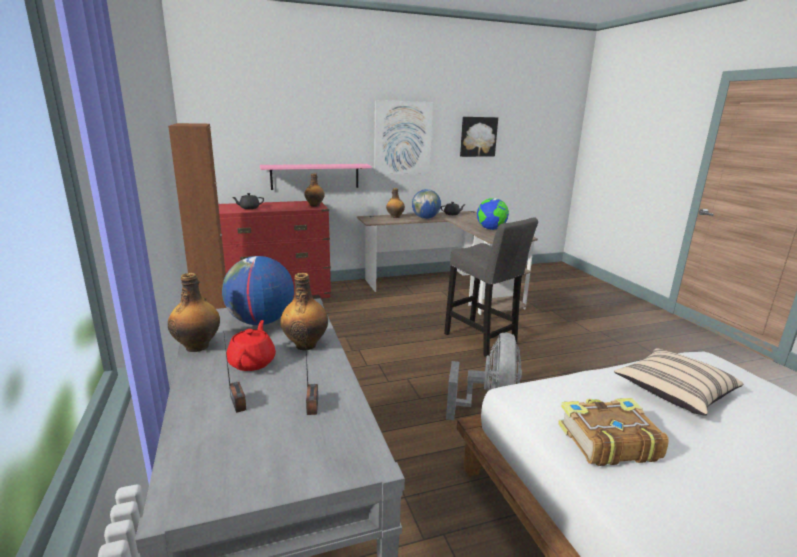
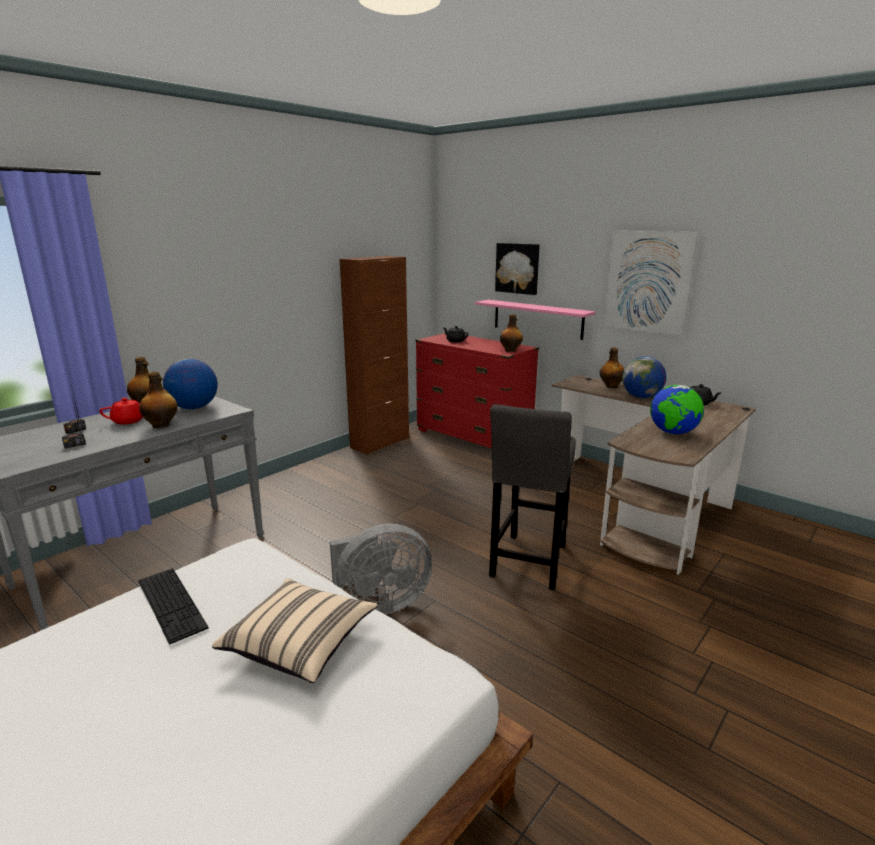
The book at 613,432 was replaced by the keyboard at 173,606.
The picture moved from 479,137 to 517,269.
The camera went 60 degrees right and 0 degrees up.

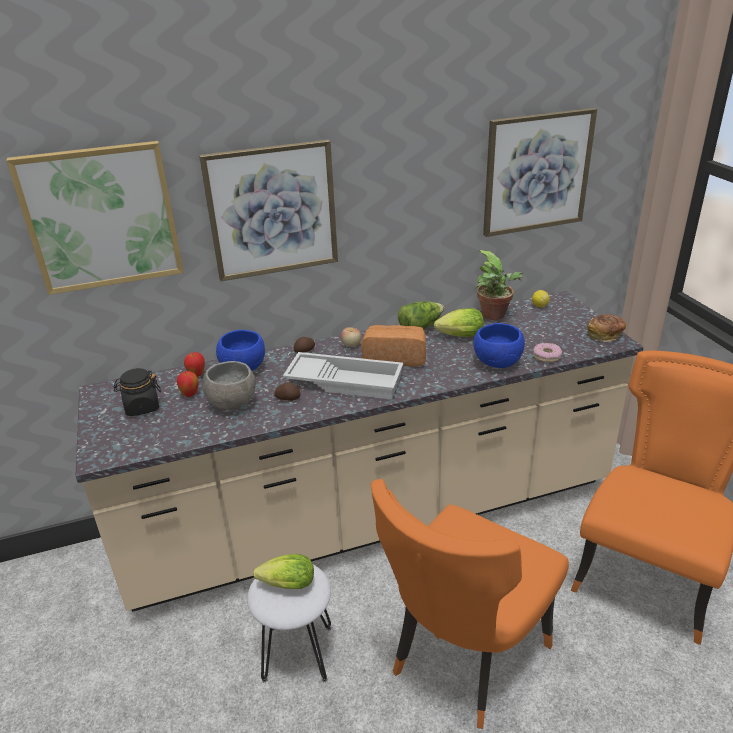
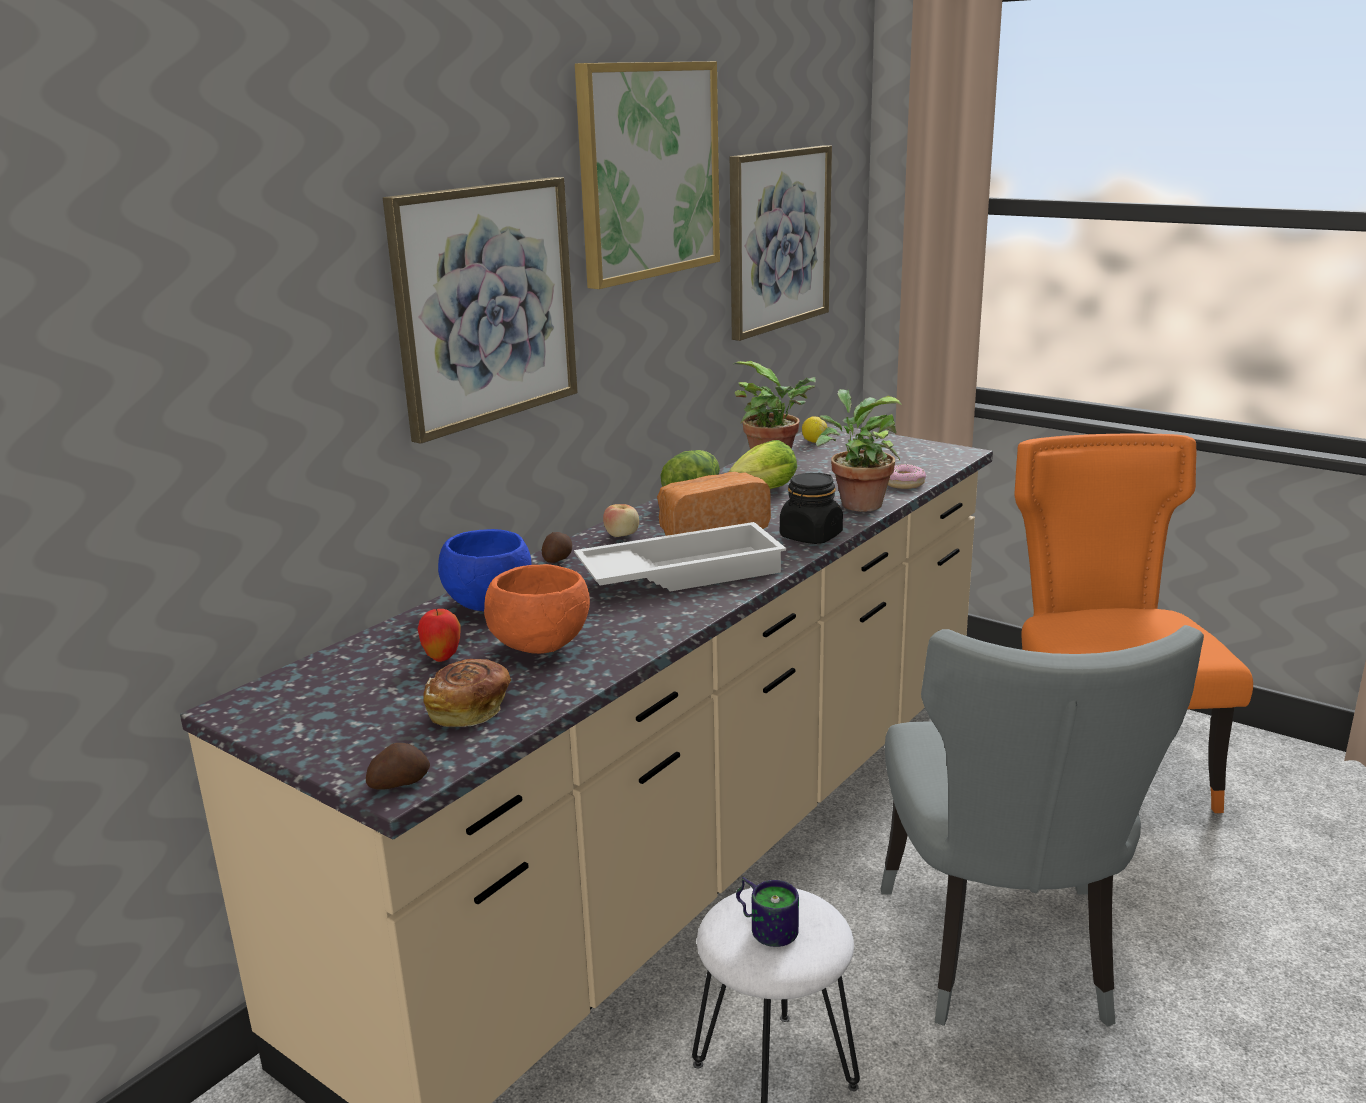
The potato moved from 287,391 to 398,766.
The bread moved from 606,328 to 467,693.
The grey bowl at 229,385 became the orange bowl at 537,609.
The picture moved from 95,218 to 647,175.
The lettuce at 283,571 was replaced by the mug at 767,912.
The black jar moved from 137,392 to 811,508.
The blue bowl at 499,345 was replaced by the potted plant at 859,450.
The orange chair at 470,604 became the grey chair at 1042,826.
The apple at 194,364 disappeared.
The camera went 35 degrees left and 10 degrees down.

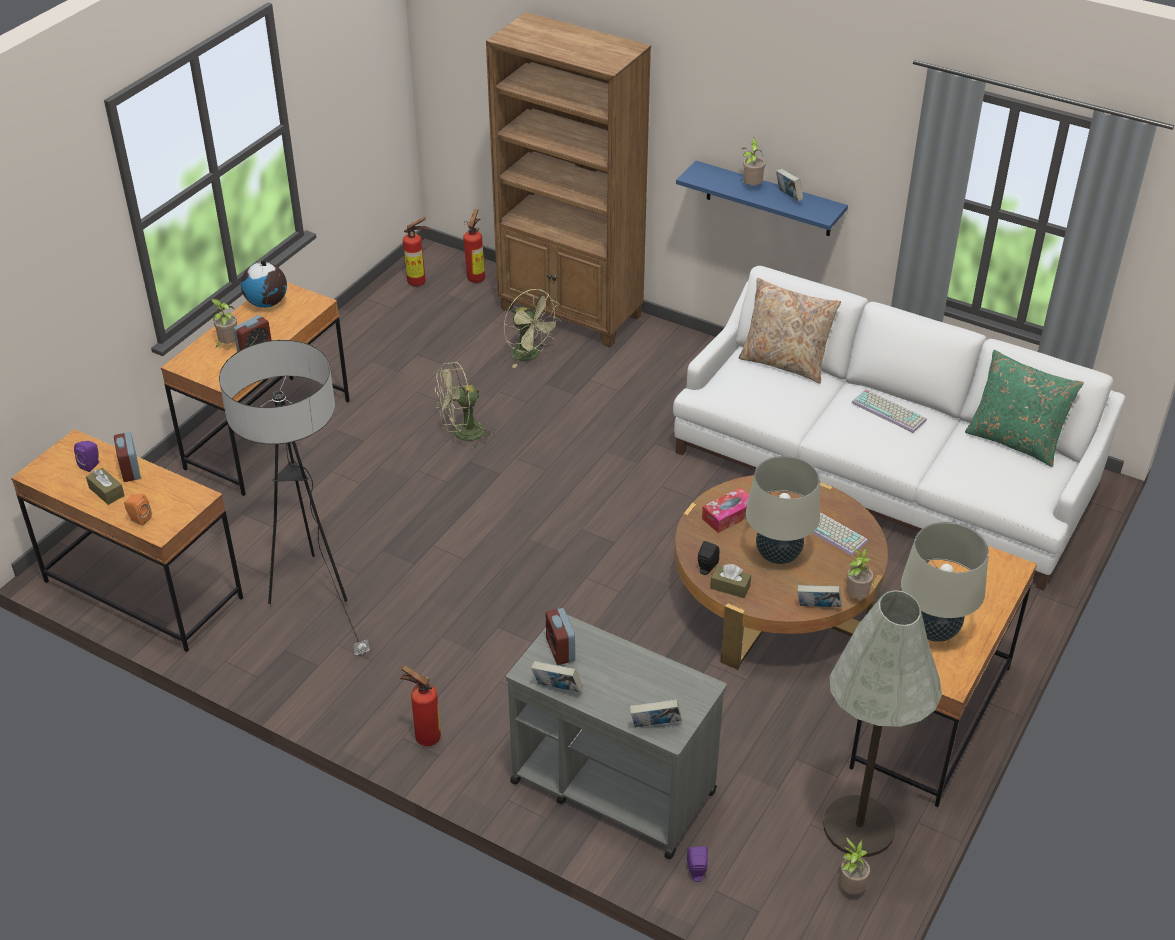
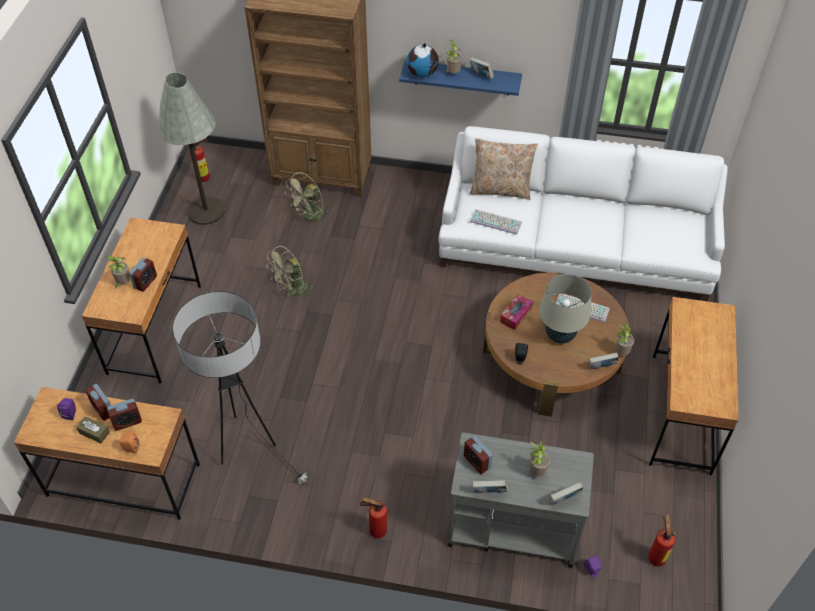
The alarm clock at 124,415 appeared.
The grey floor lamp moved from 882,723 to 191,148.
The green fan at 532,328 turned 105 degrees clockwise.
The globe moved from 264,284 to 423,60.
The keyboard moved from 889,411 to 496,222.
The potted plant moved from 855,865 to 538,458.
The fire extinguisher moved from 474,246 to 661,540.
The brown tissue box at 730,581 disappeared.
The beige table lamp at 945,582 disappeared.
The green pillow at 1024,408 disappeared.
The camera went 20 degrees left and 10 degrees up.

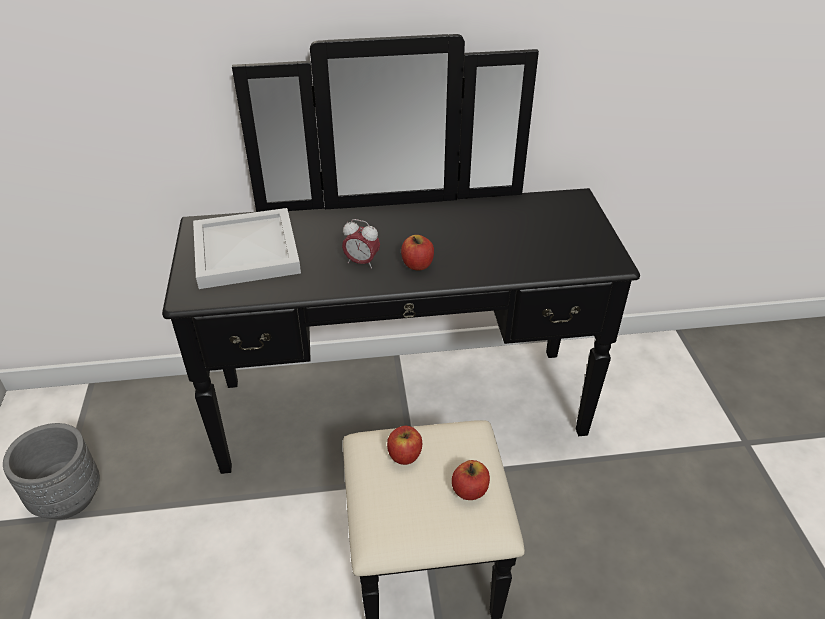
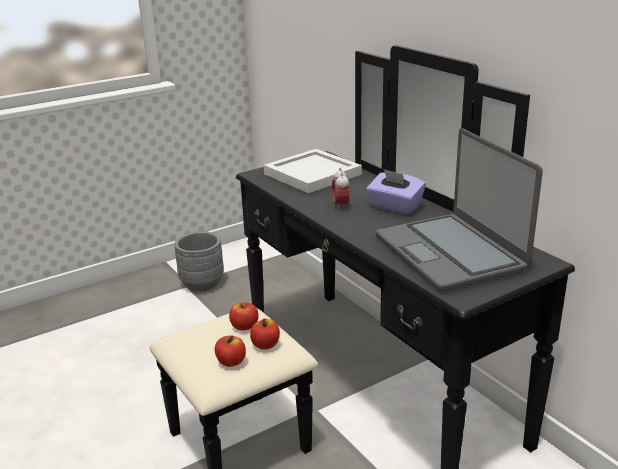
The apple moved from 417,253 to 265,333.
The purple tissue box at 396,192 appeared.
The laptop at 459,210 appeared.
The camera went 65 degrees right and 15 degrees down.

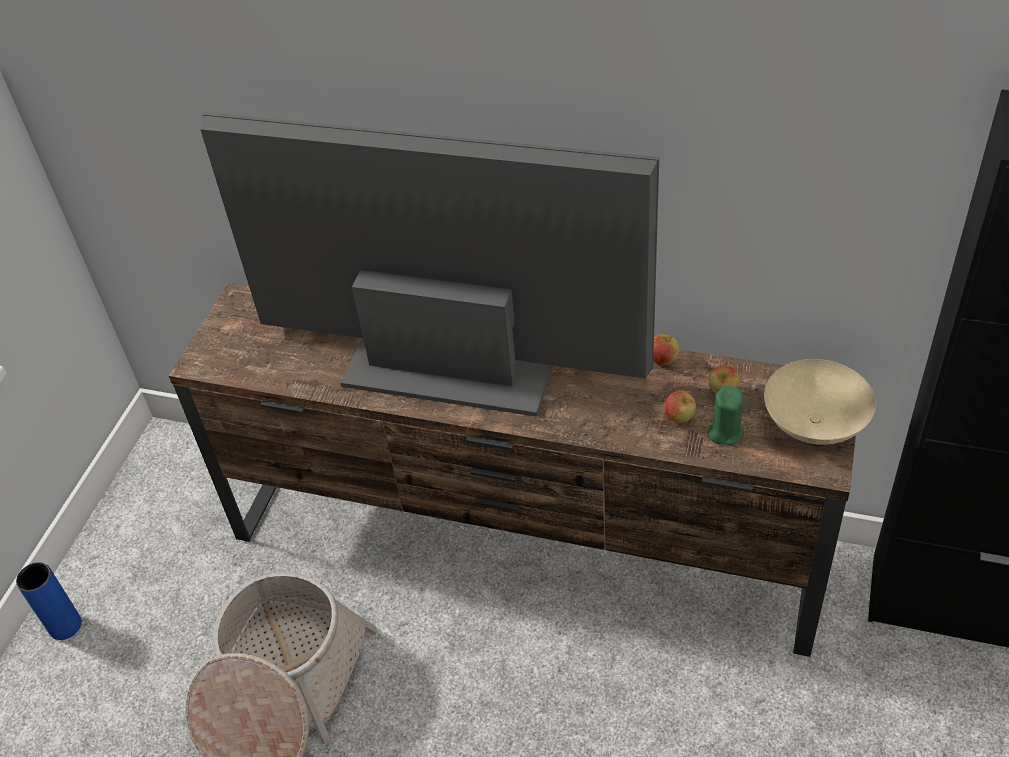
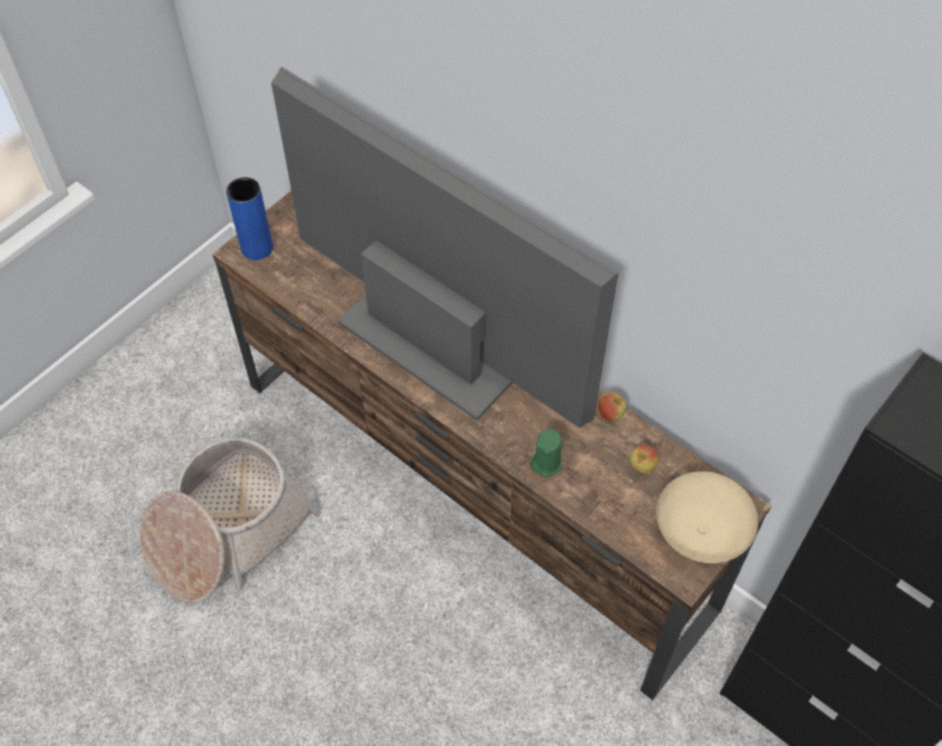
The blue vase moved from 49,601 to 249,218.
The green candle moved from 726,416 to 546,453.
The apple at 680,407 disappeared.
The camera went 20 degrees right and 10 degrees up.

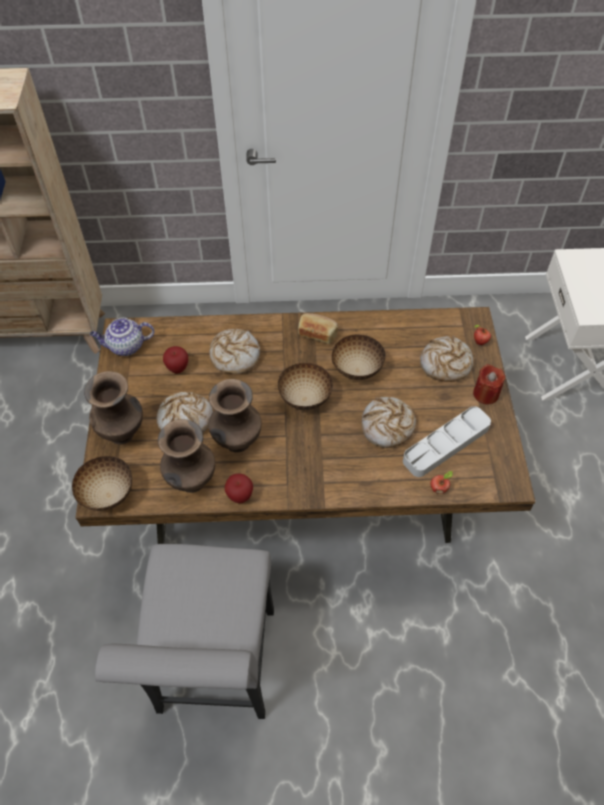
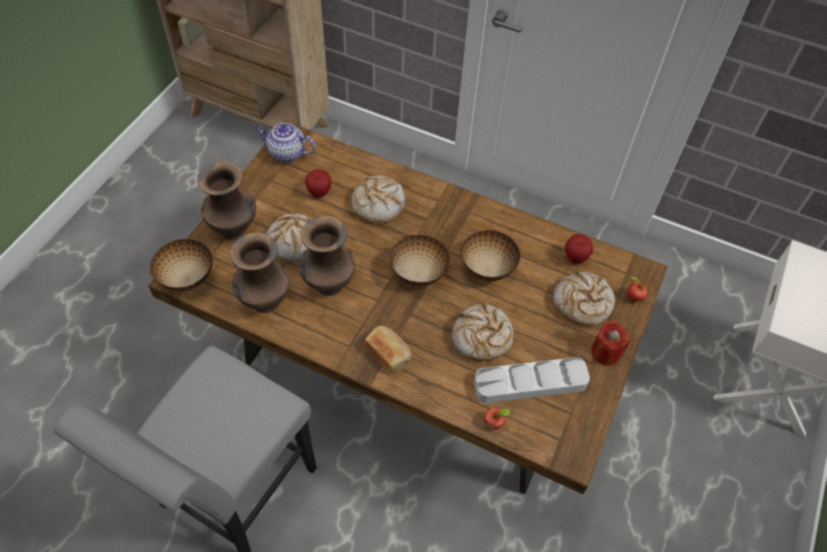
The bread moved from 318,328 to 388,350.
The apple moved from 238,488 to 579,249.
The camera went 25 degrees right and 0 degrees up.

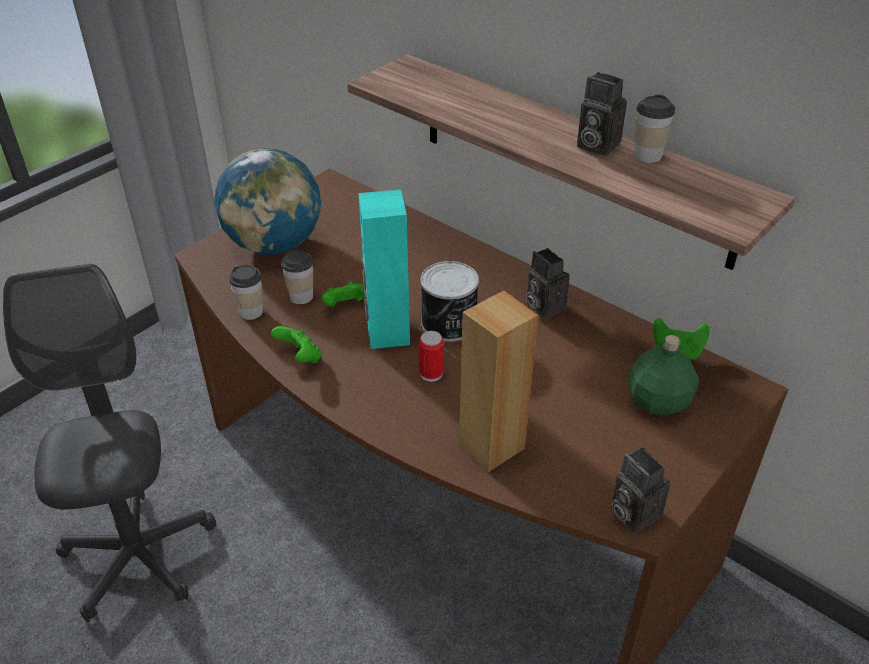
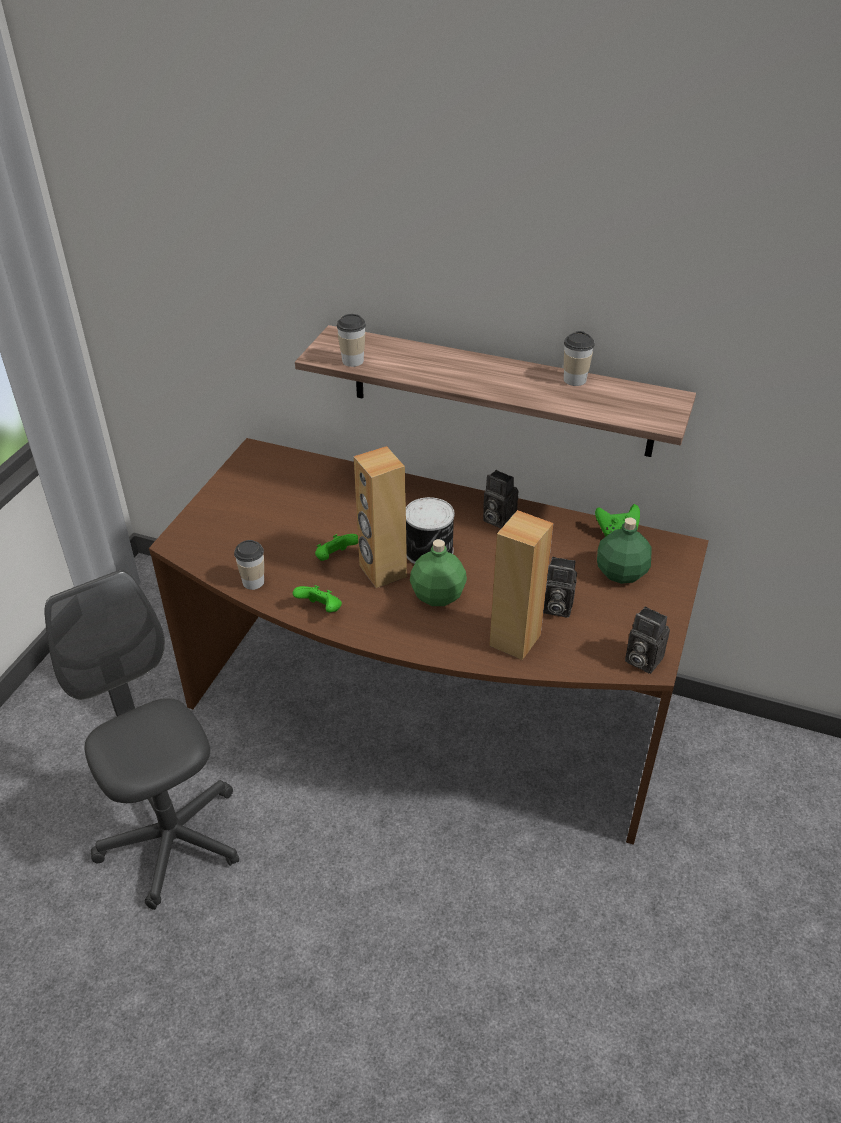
The cup moved from 297,277 to 351,340.
The turquoise speaker at 384,269 became the brown speaker at 380,517.
The can at 431,356 was replaced by the green bottle at 438,572.
The photo camera moved from 602,114 to 560,587.
The globe at 267,201 disappeared.
The camera went 20 degrees left and 0 degrees up.

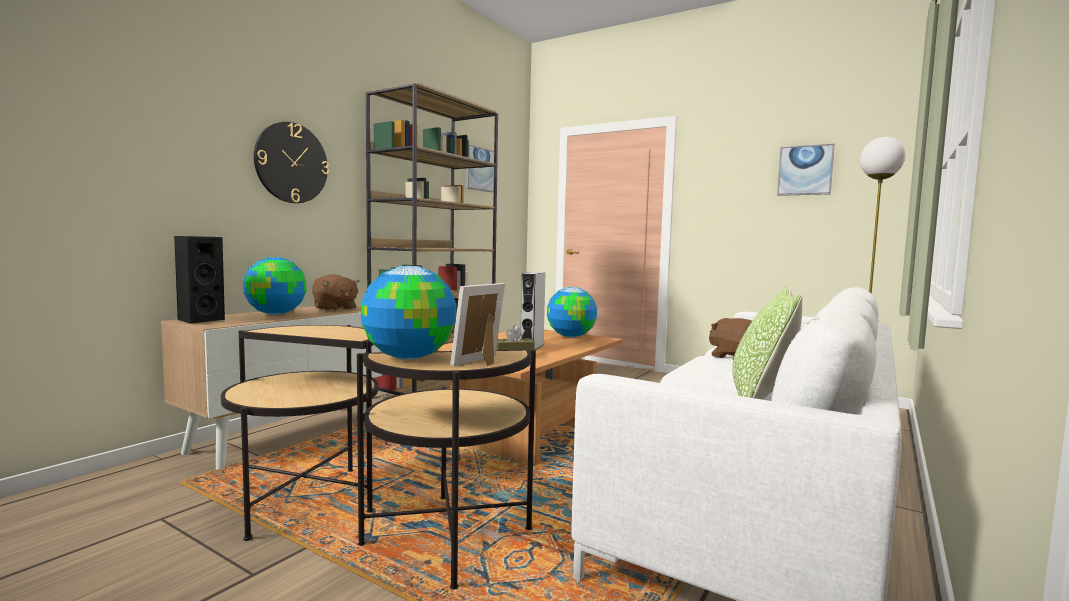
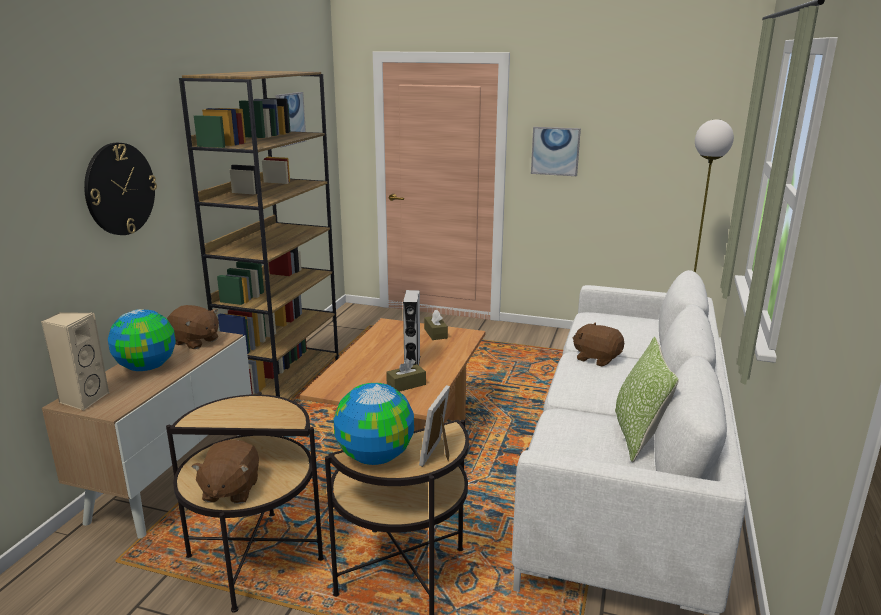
The black speaker at 199,280 became the beige speaker at 75,361.
The brown plush toy at 225,471 appeared.
The globe at 572,312 was replaced by the brown tissue box at 436,325.
The picture moved from 806,169 to 556,151.
The camera went 15 degrees left and 15 degrees up.

